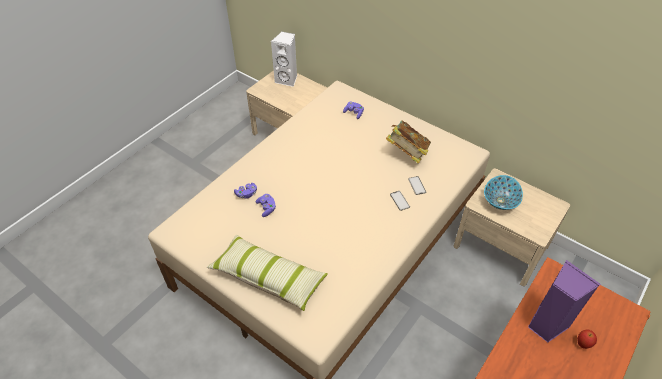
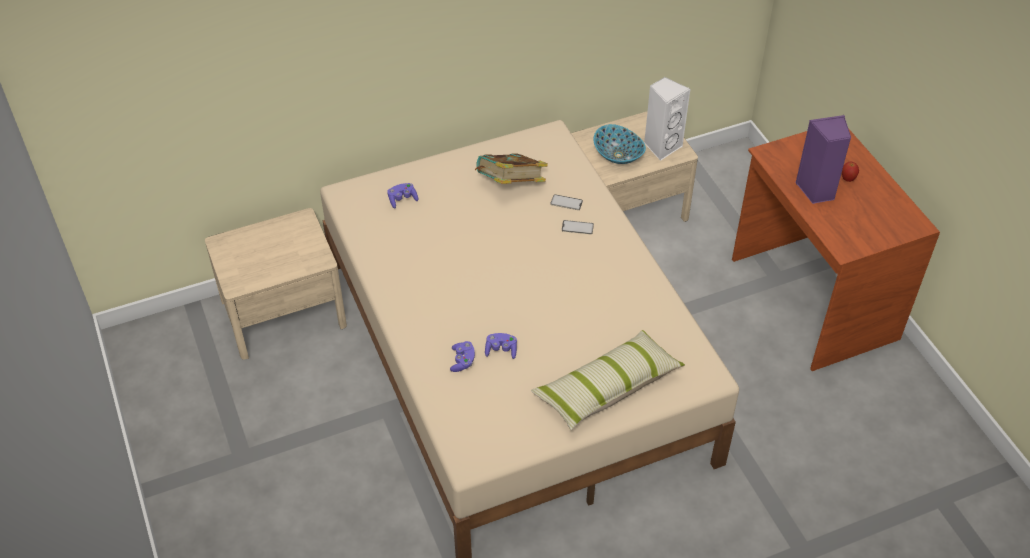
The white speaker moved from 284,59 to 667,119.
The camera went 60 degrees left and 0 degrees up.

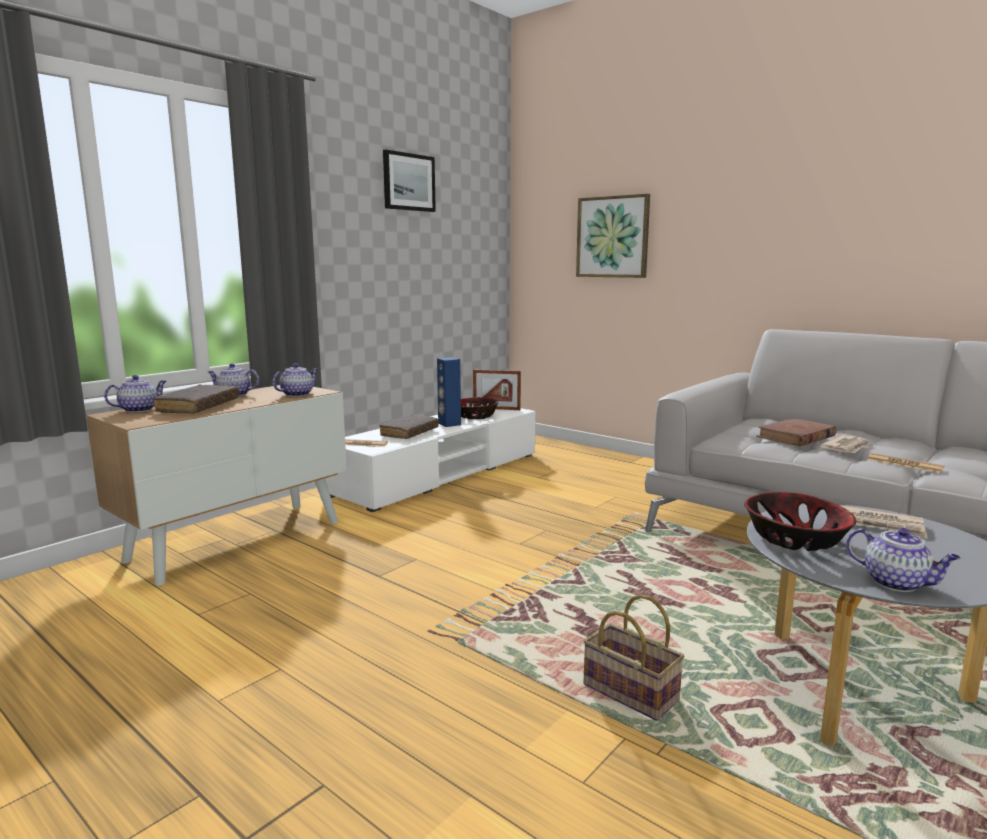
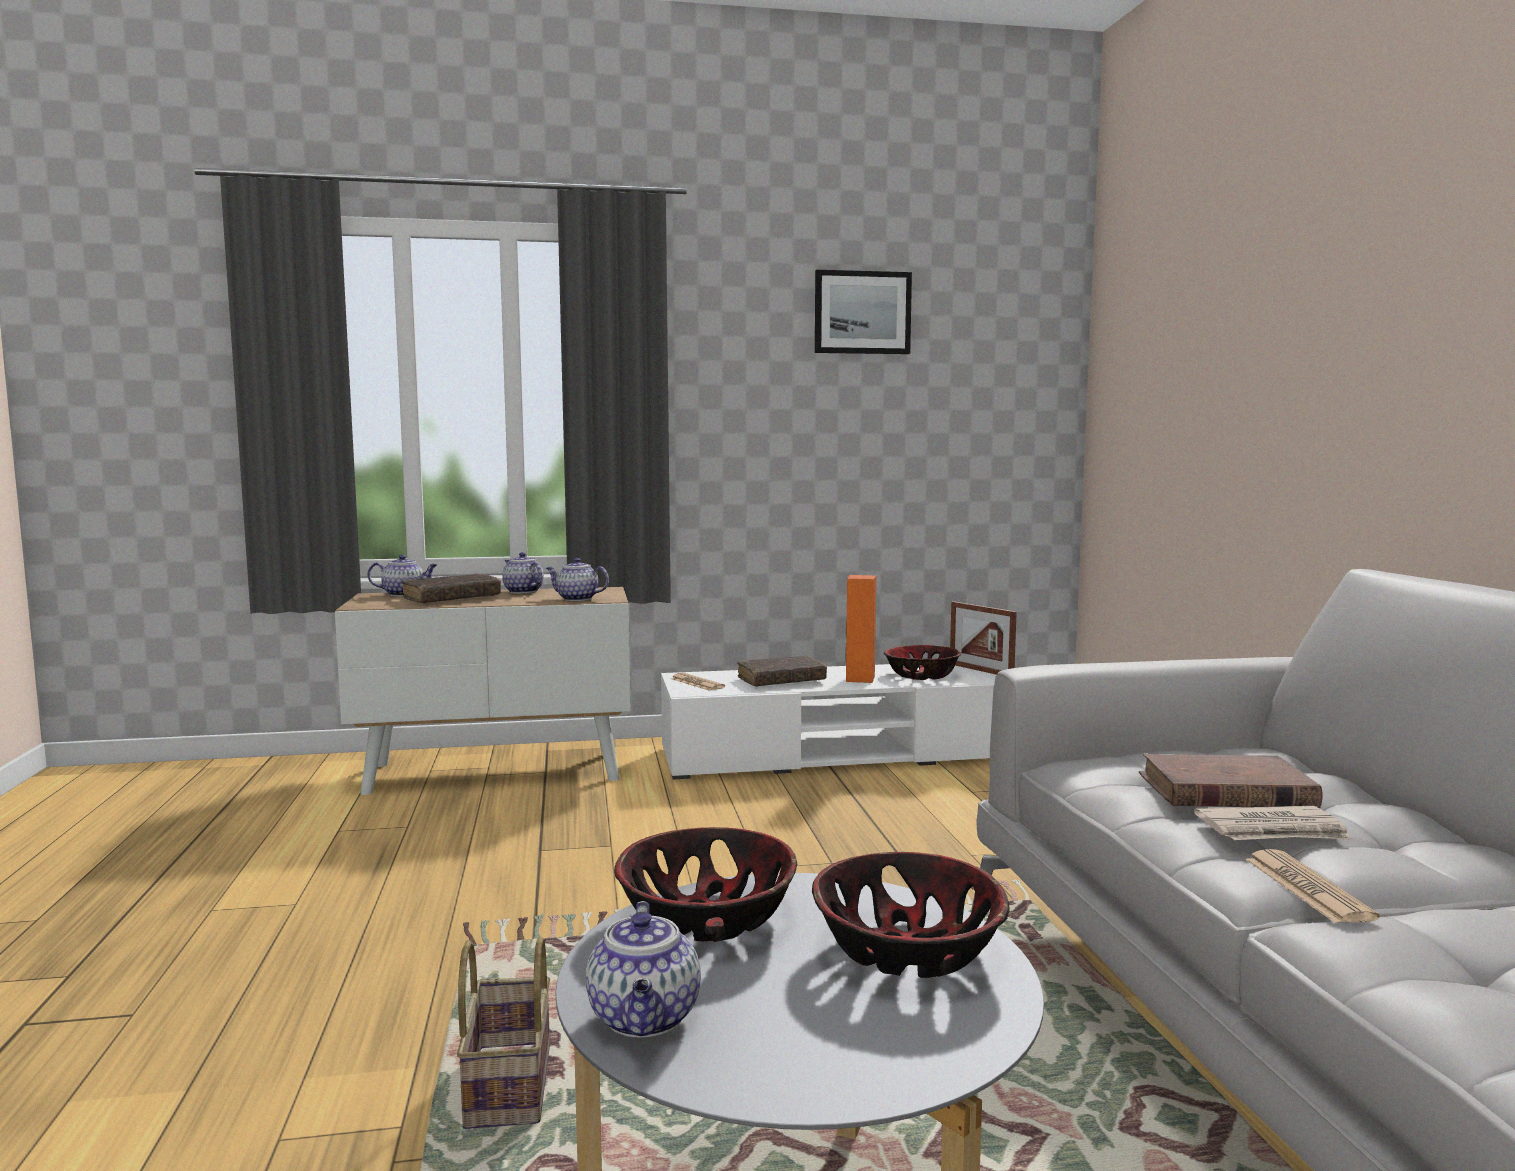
The teapot at 295,380 turned 150 degrees counterclockwise.
The newspaper at 883,522 was replaced by the bowl at 911,915.
The blue speaker at 449,392 became the orange speaker at 860,629.
The picture at 613,236 disappeared.
The camera went 40 degrees right and 5 degrees down.

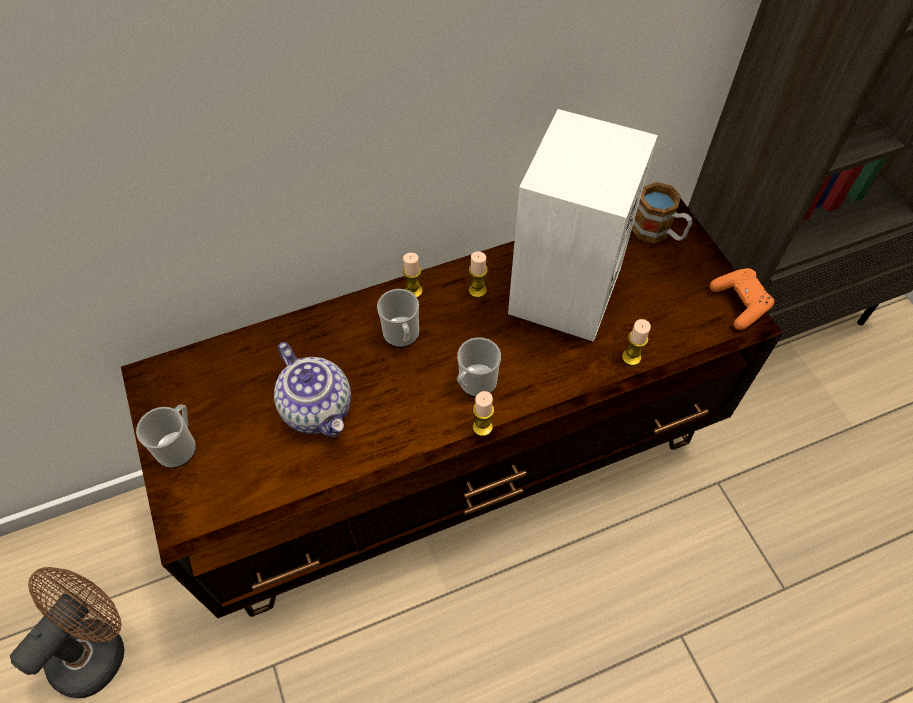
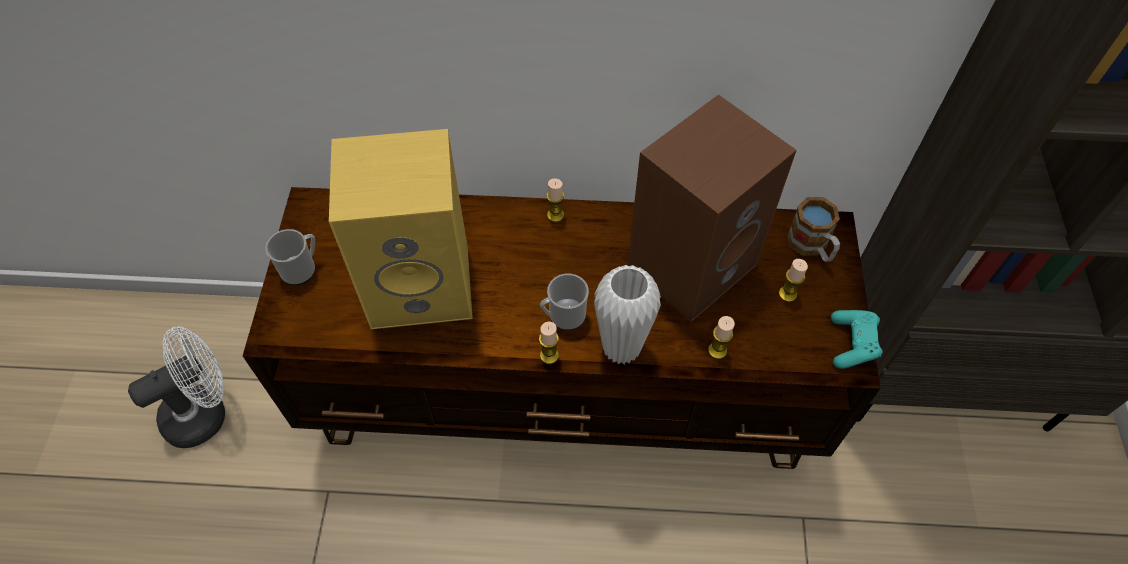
The brown fan at 67,633 became the white fan at 176,387.
The teapot at 312,389 was replaced by the yellow speaker at 401,229.
The white vase at 627,314 appeared.
The white speaker at 583,225 became the brown speaker at 712,208.
The candle moved from 478,274 to 793,280.
The orange game controller at 742,299 became the turquoise game controller at 856,339.
The mug at 398,318 disappeared.
The camera went 25 degrees right and 0 degrees up.

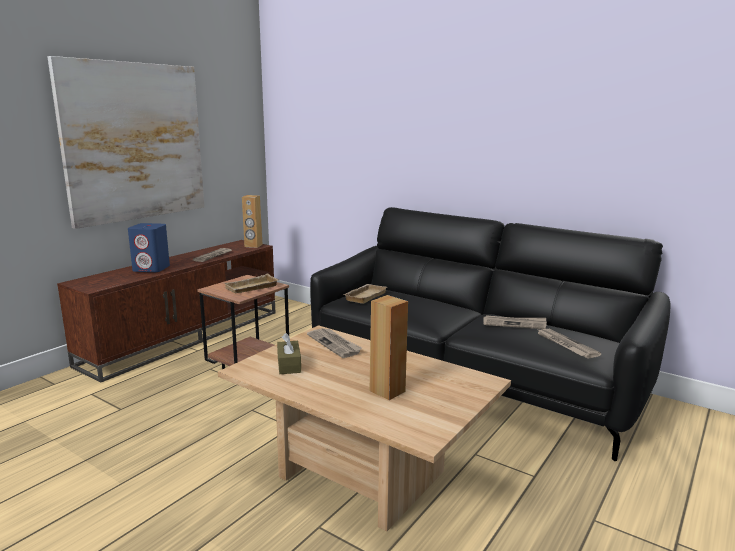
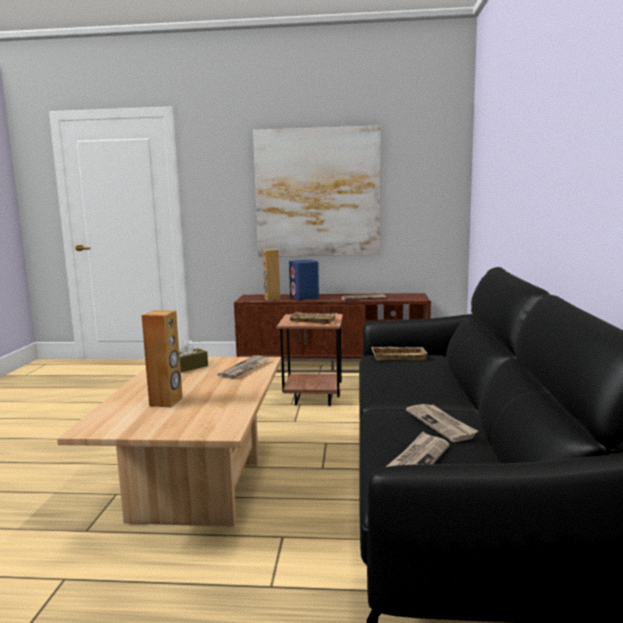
The brown speaker moved from 252,221 to 271,275.
The camera went 60 degrees right and 5 degrees down.

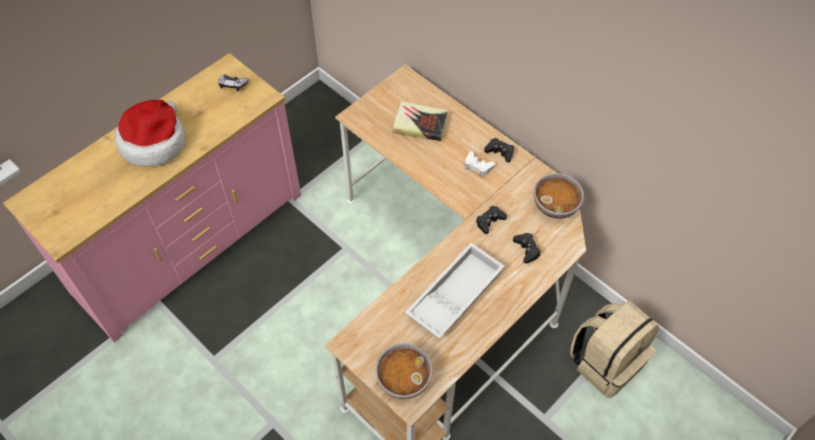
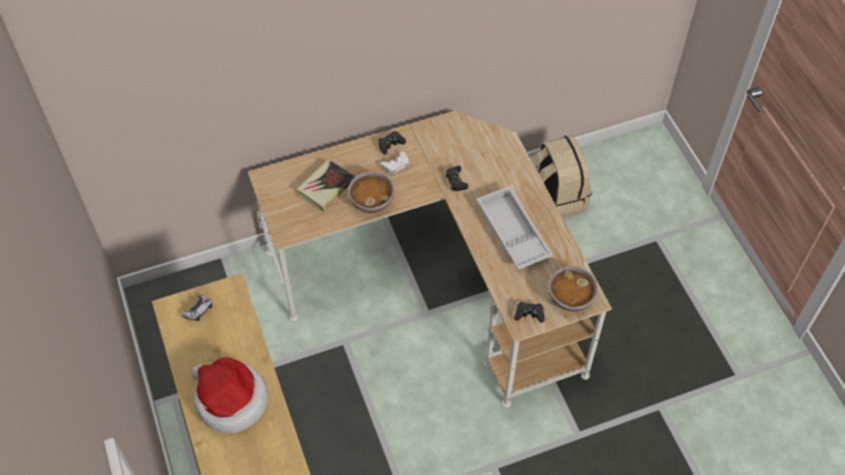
The bowl moved from 558,196 to 371,192.
The black game controller moved from 527,248 to 529,312.
The camera went 65 degrees left and 0 degrees up.

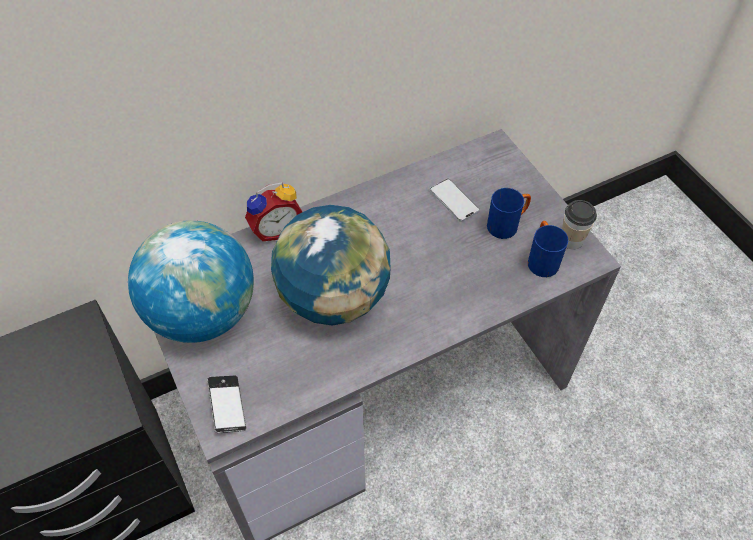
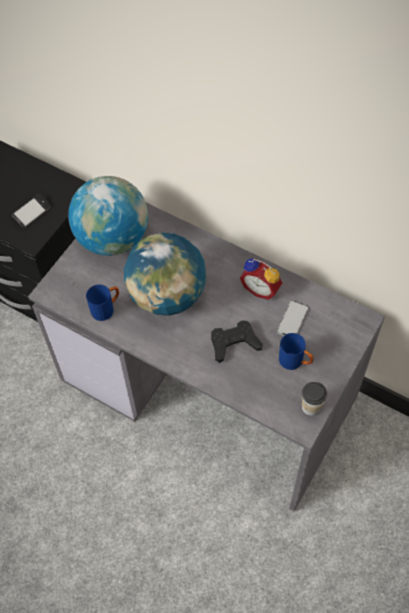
The phone moved from 226,404 to 31,211.
The blue mug moved from 548,249 to 102,302.
The black game controller at 237,341 appeared.
The alarm clock moved from 273,211 to 261,279.
The camera went 60 degrees right and 5 degrees up.

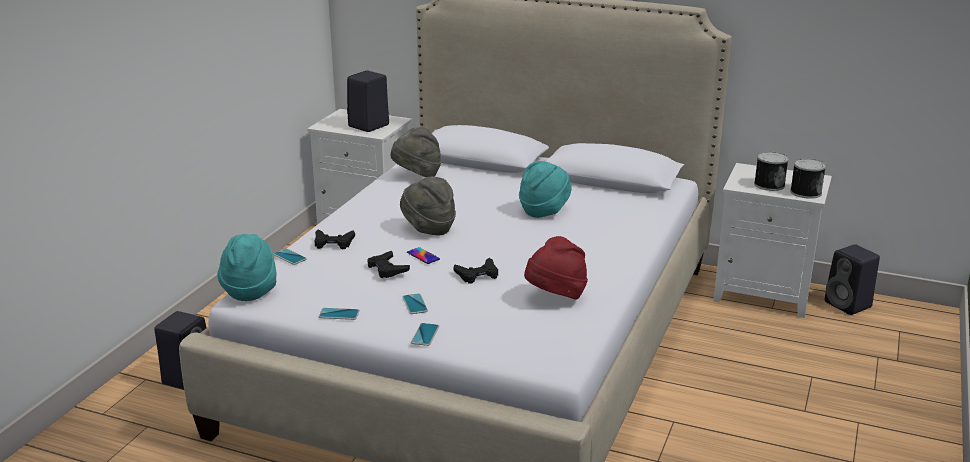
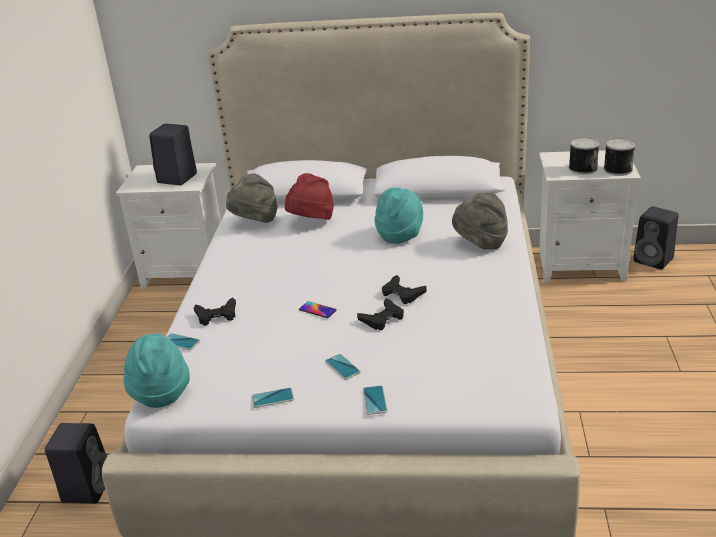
The red hat moved from 556,268 to 309,196.
The black game controller moved from 389,264 to 404,289.
The grey hat moved from 428,206 to 480,221.
The camera went 15 degrees left and 5 degrees up.

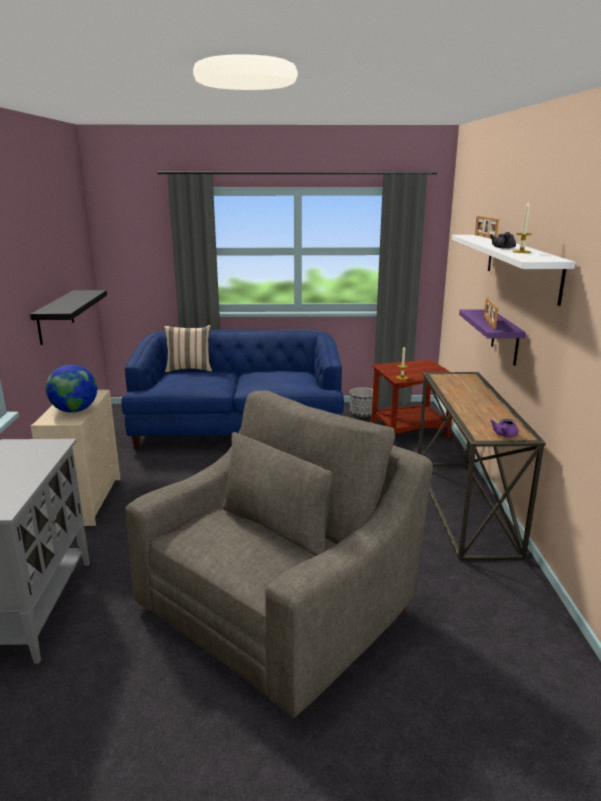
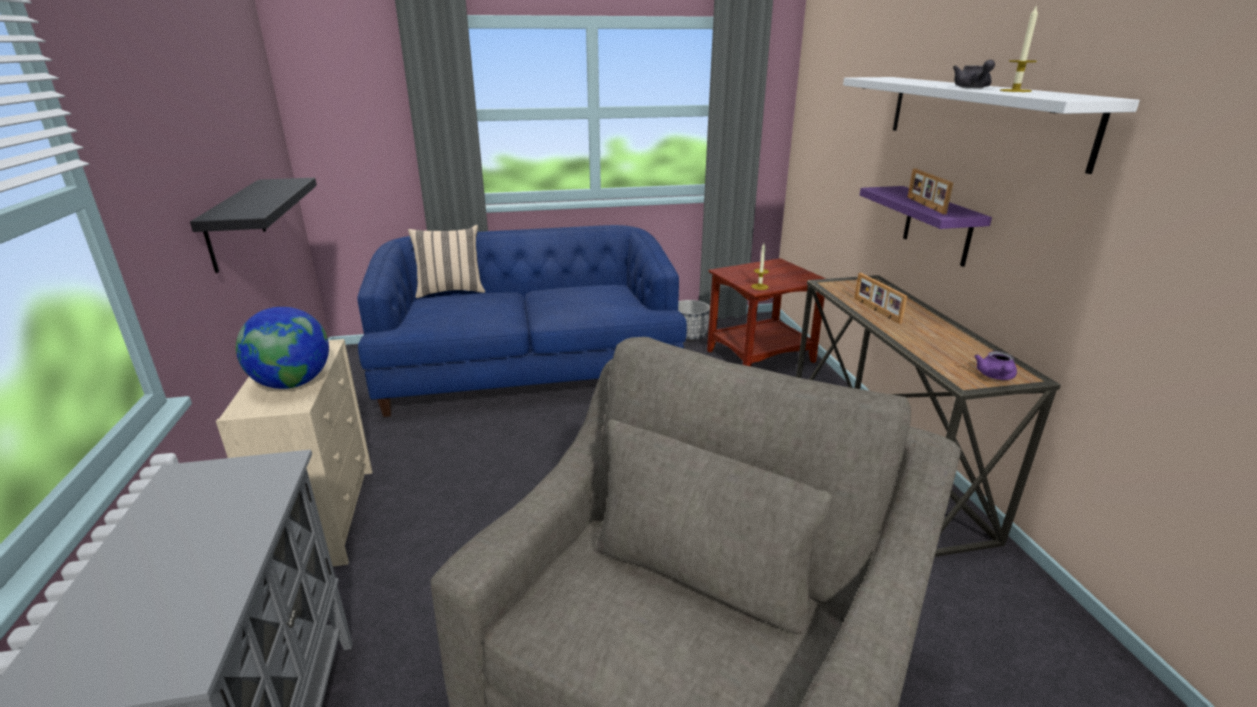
The picture frame moved from 487,227 to 880,298.
The camera went 10 degrees left and 5 degrees up.

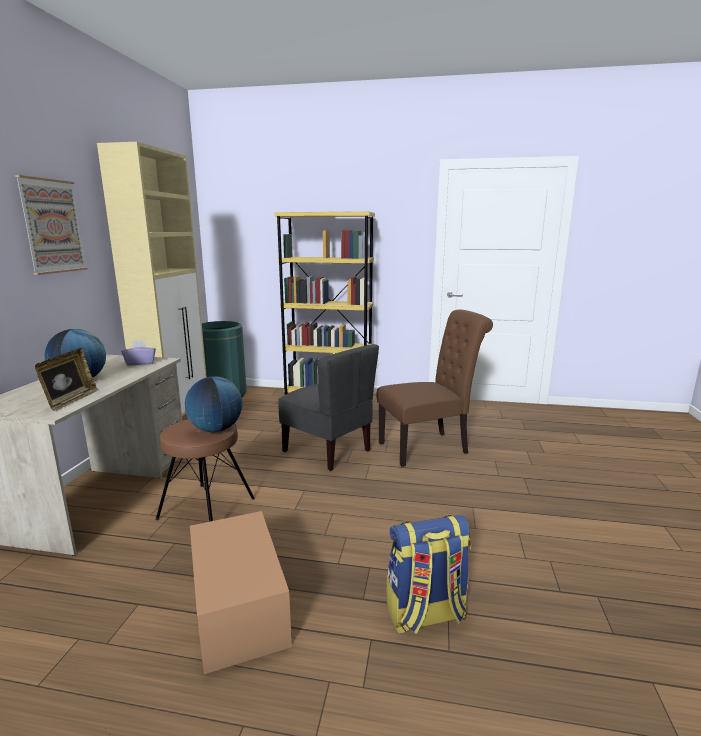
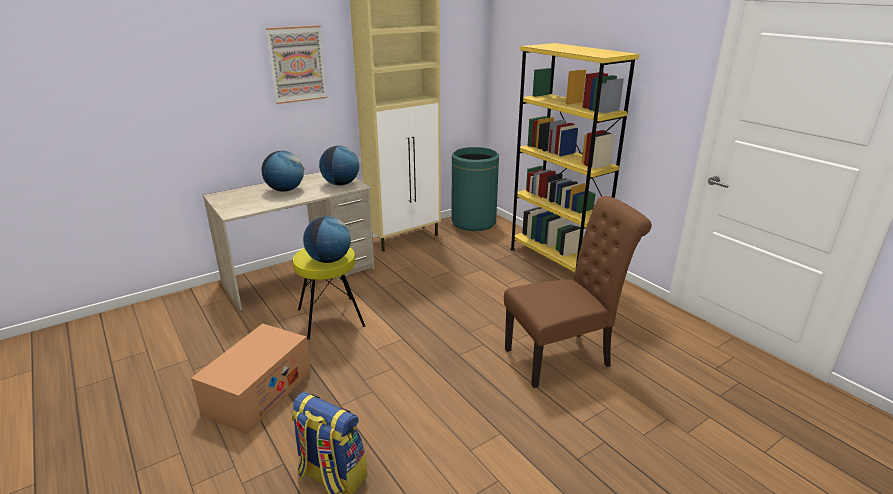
The brown stool at 205,470 became the yellow stool at 329,293.
The purple tissue box at 139,353 was replaced by the globe at 339,165.
The brown chair at 435,388 turned 45 degrees counterclockwise.
The picture frame at 66,379 disappeared.
The grey chair at 328,407 disappeared.
The camera went 45 degrees right and 10 degrees up.

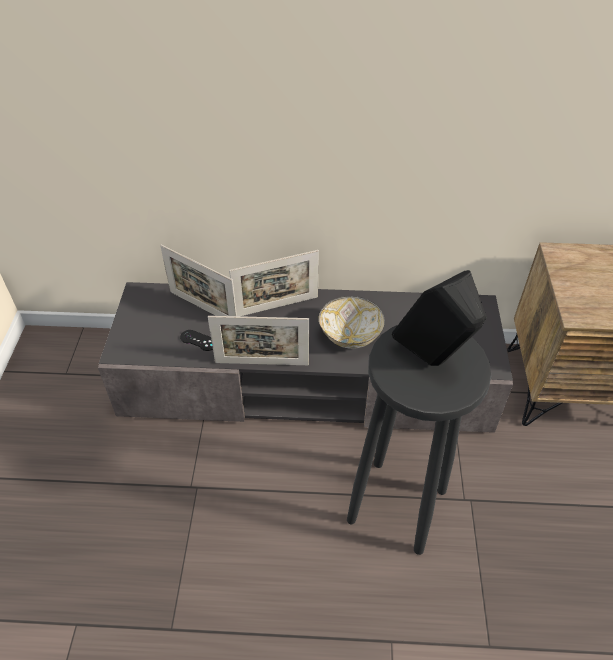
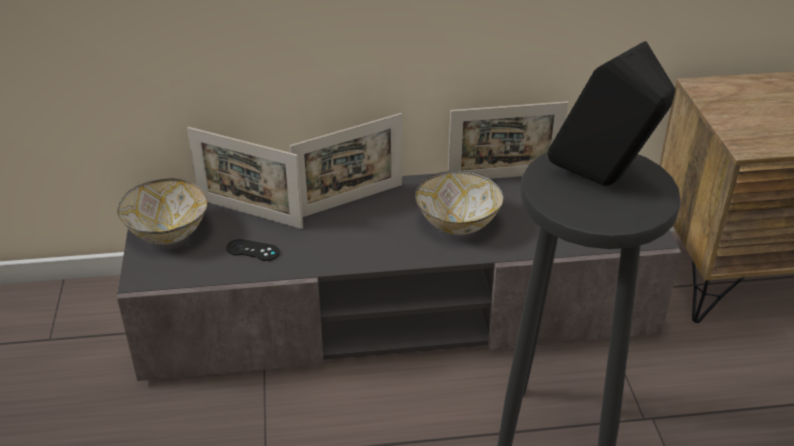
The bowl at 162,211 appeared.
The picture frame moved from 258,340 to 508,140.
The camera went 10 degrees left and 10 degrees down.

